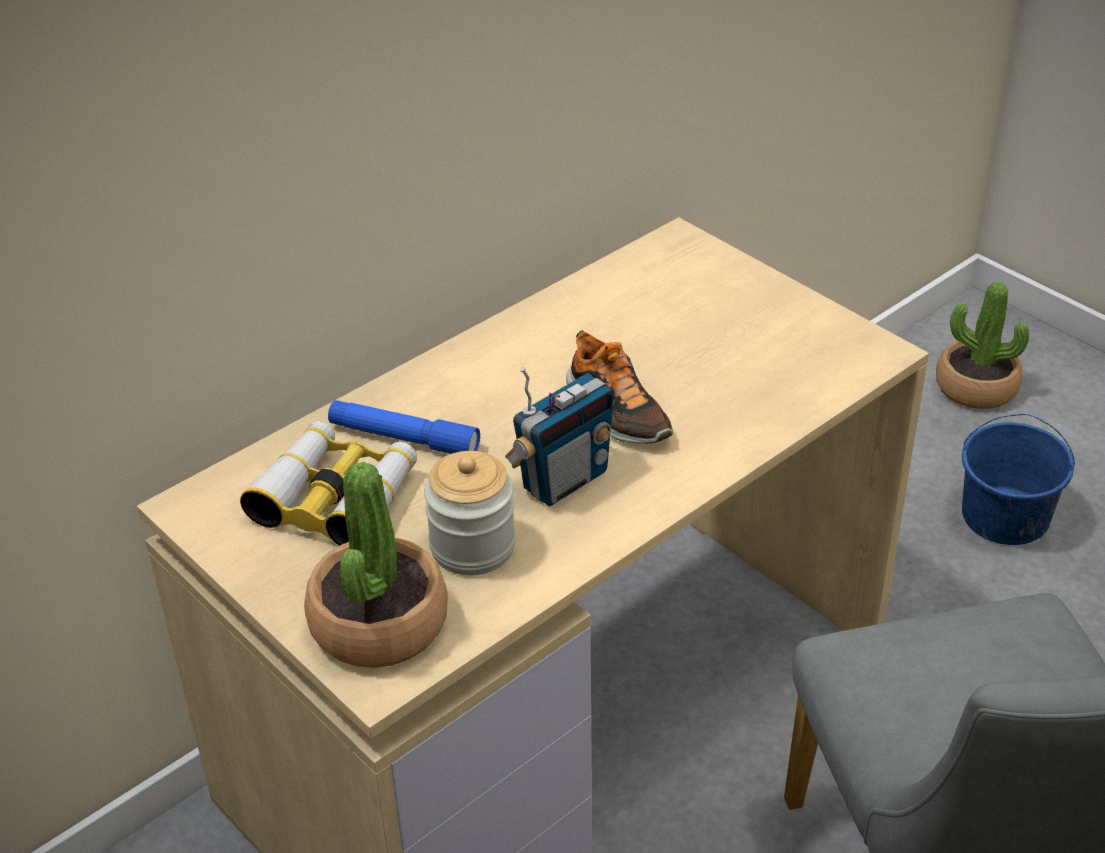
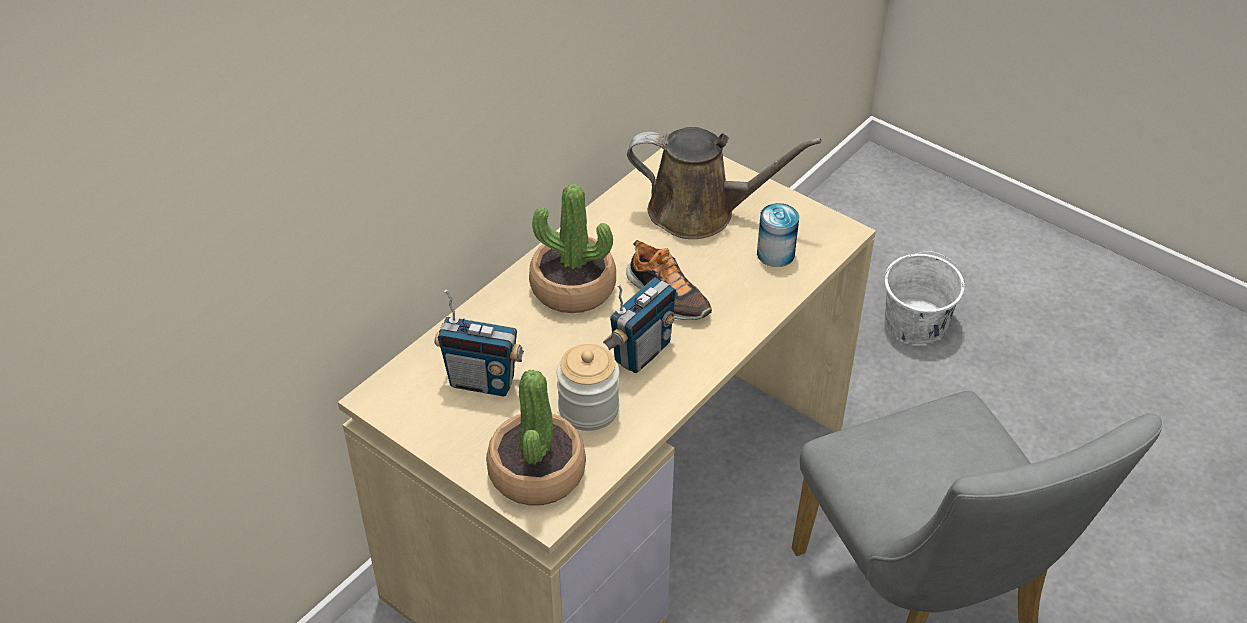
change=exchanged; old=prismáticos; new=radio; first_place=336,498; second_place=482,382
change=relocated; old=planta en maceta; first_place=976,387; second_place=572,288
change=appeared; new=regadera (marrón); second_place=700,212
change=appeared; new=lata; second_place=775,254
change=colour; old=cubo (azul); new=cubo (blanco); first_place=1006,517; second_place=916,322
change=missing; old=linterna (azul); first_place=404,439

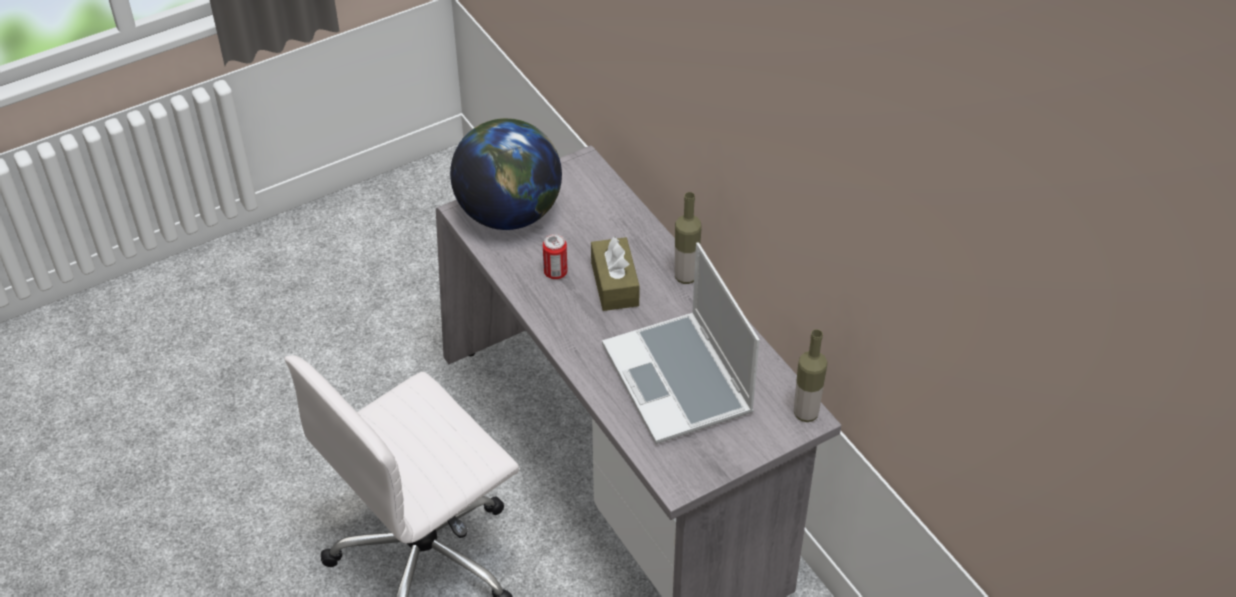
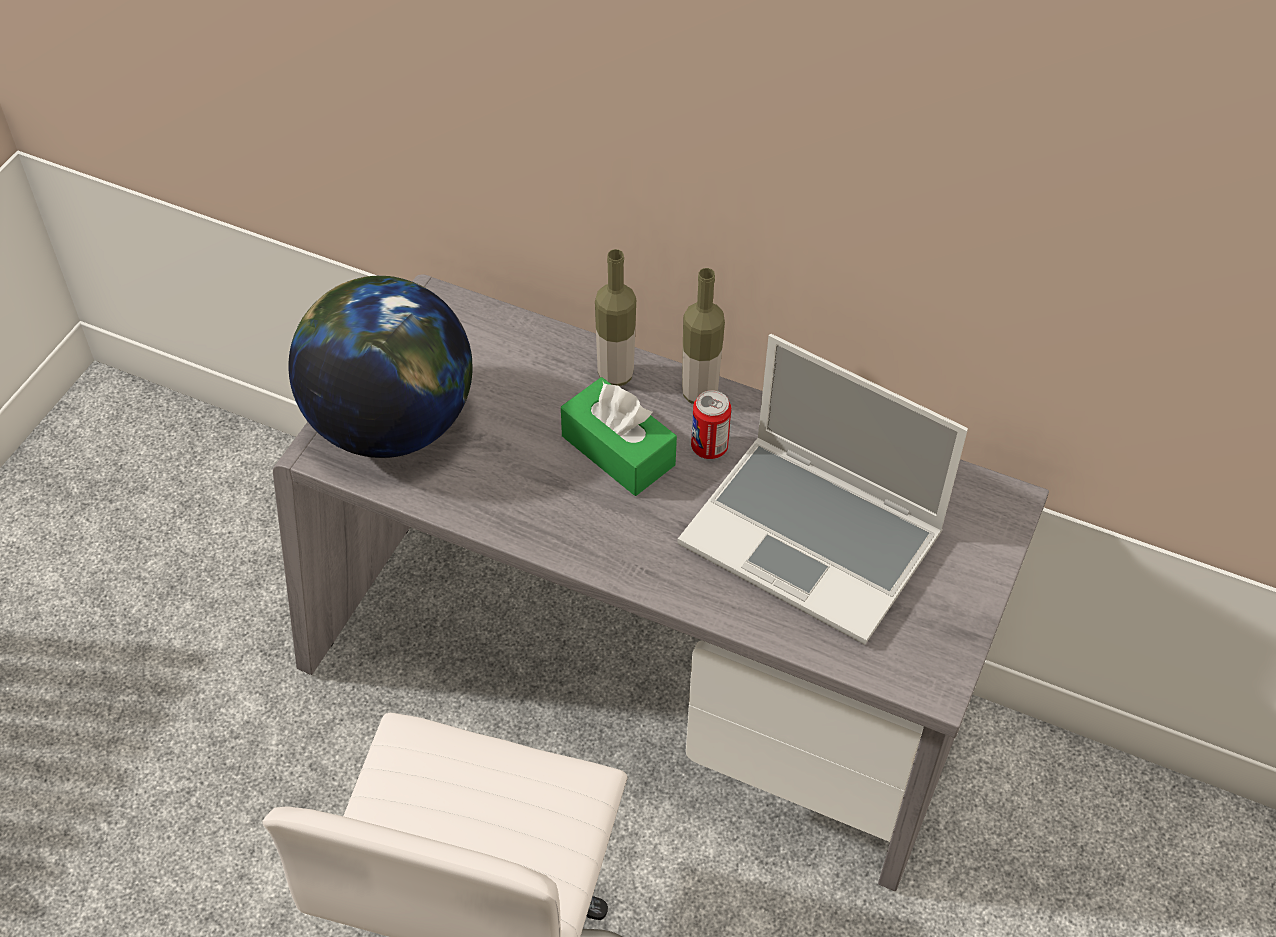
change=colour; old=caja de pañuelos (marrón); new=caja de pañuelos (verde); first_place=614,284; second_place=618,450
change=relocated; old=botella; first_place=806,413; second_place=615,375
change=relocated; old=lata; first_place=555,272; second_place=709,447

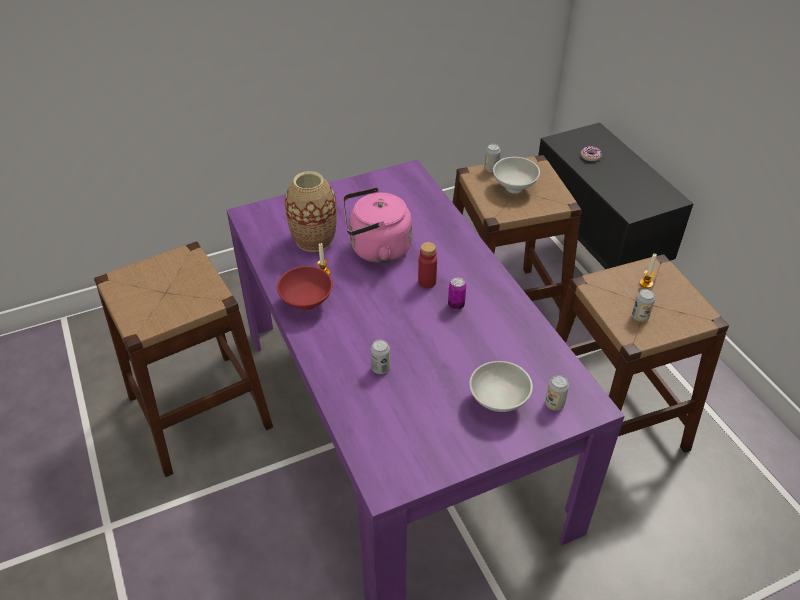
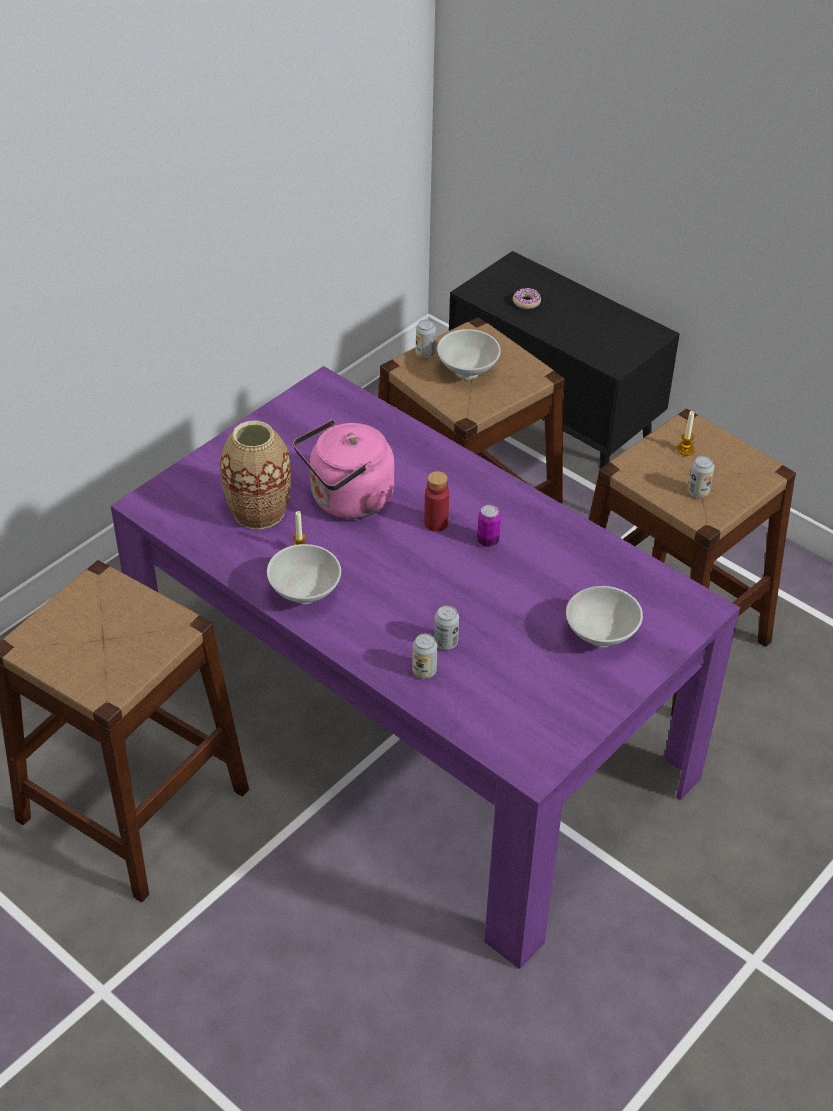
change=colour; old=cuenco (rojo); new=cuenco (blanco); first_place=308,303; second_place=306,594
change=relocated; old=lata; first_place=554,404; second_place=424,671

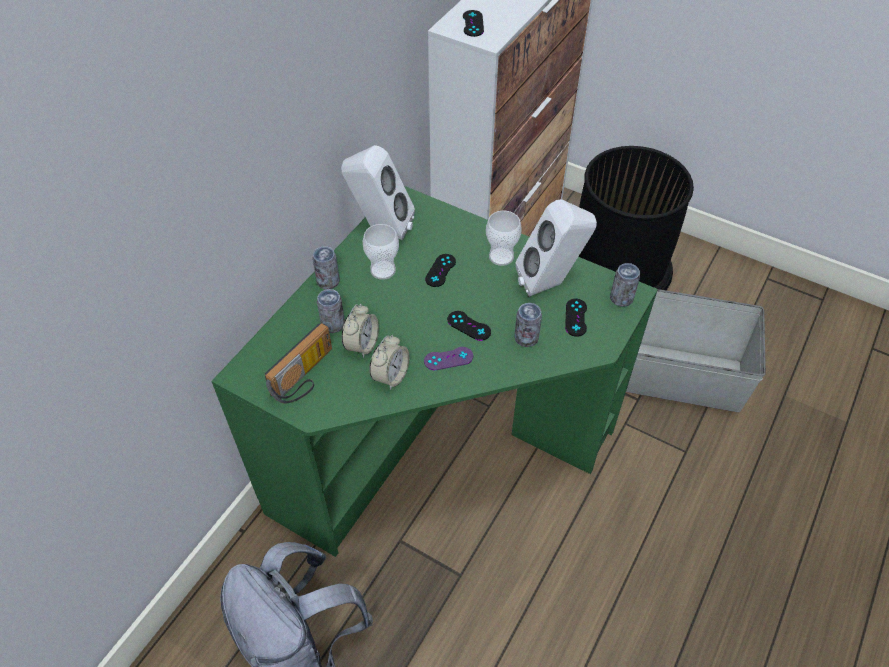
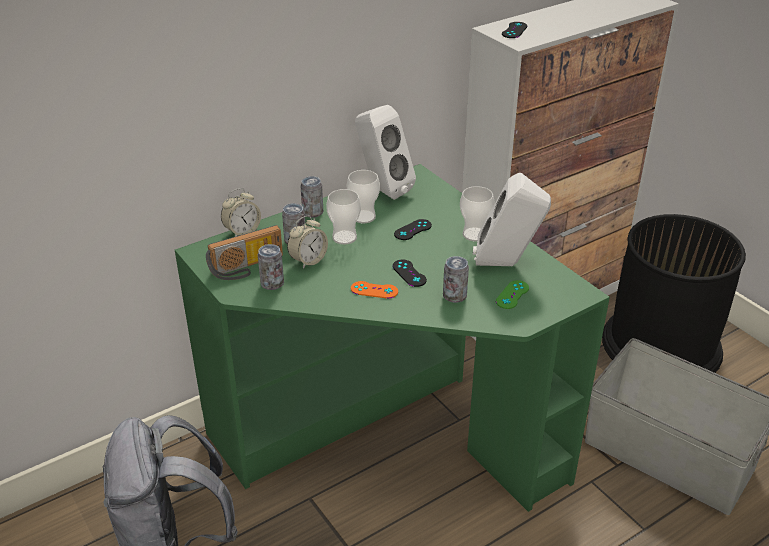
change=relocated; old=despertador; first_place=390,376; second_place=242,232
change=relocated; old=lata; first_place=621,298; second_place=272,283
change=appeared; new=taza; second_place=344,237
change=colour; old=mando de consola (morado); new=mando de consola (naranja); first_place=448,359; second_place=374,290
change=colour; old=mando de consola (negro); new=mando de consola (verde); first_place=576,317; second_place=512,295

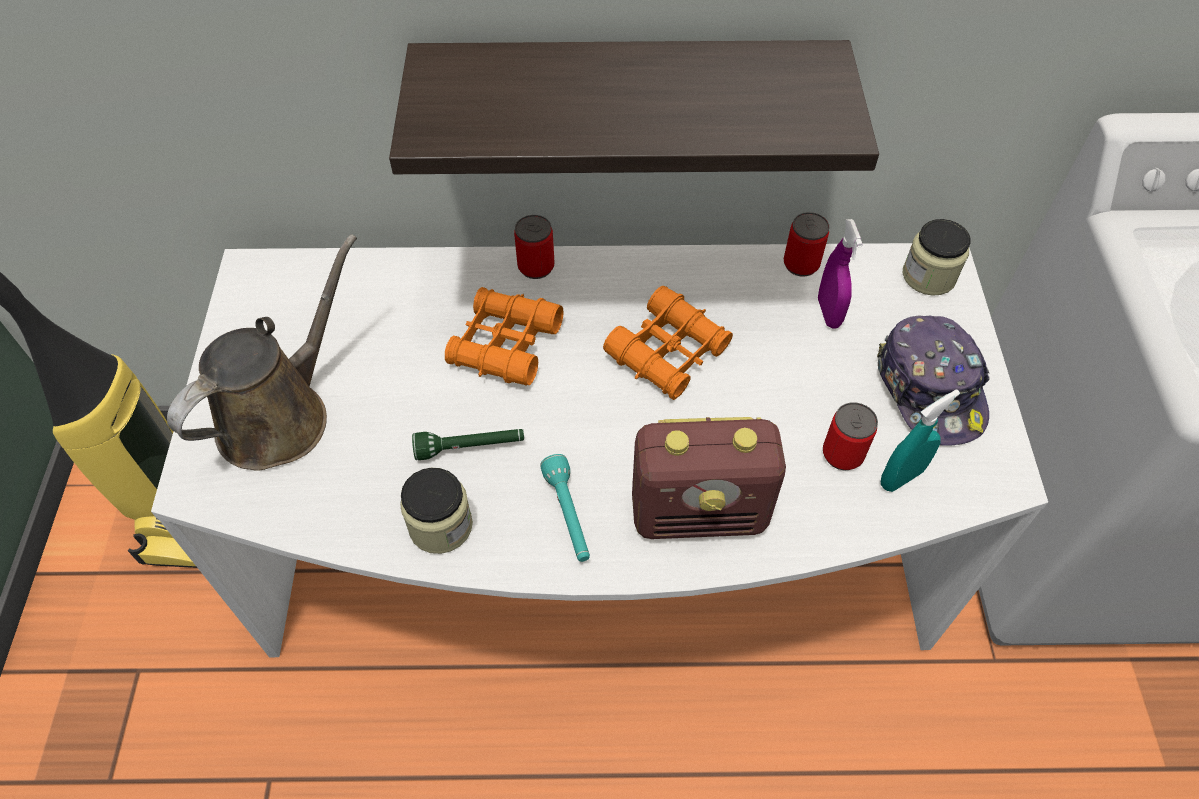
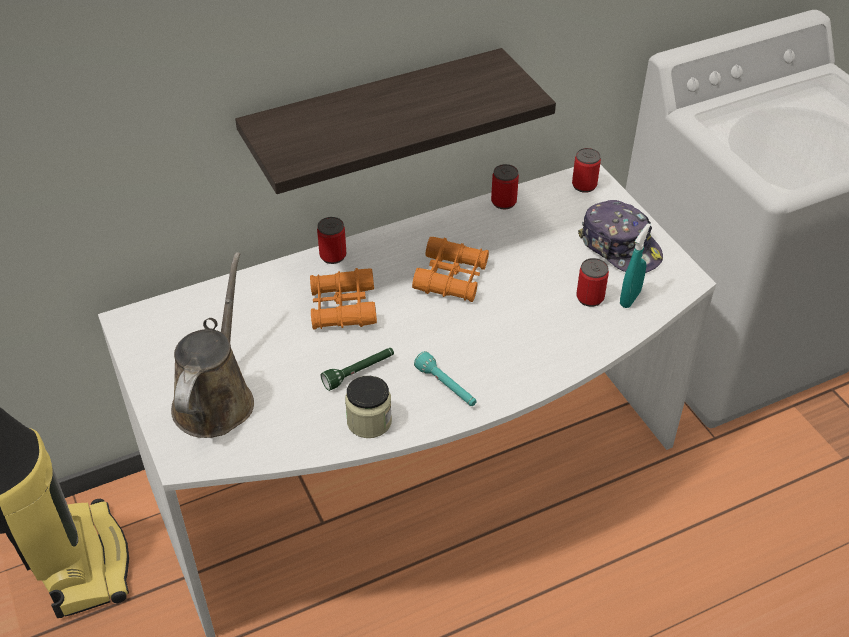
change=exchanged; old=tarro; new=lata; first_place=928,276; second_place=584,185
change=missing; old=radio; first_place=700,513
change=missing; old=pulverizador (morado); first_place=828,313

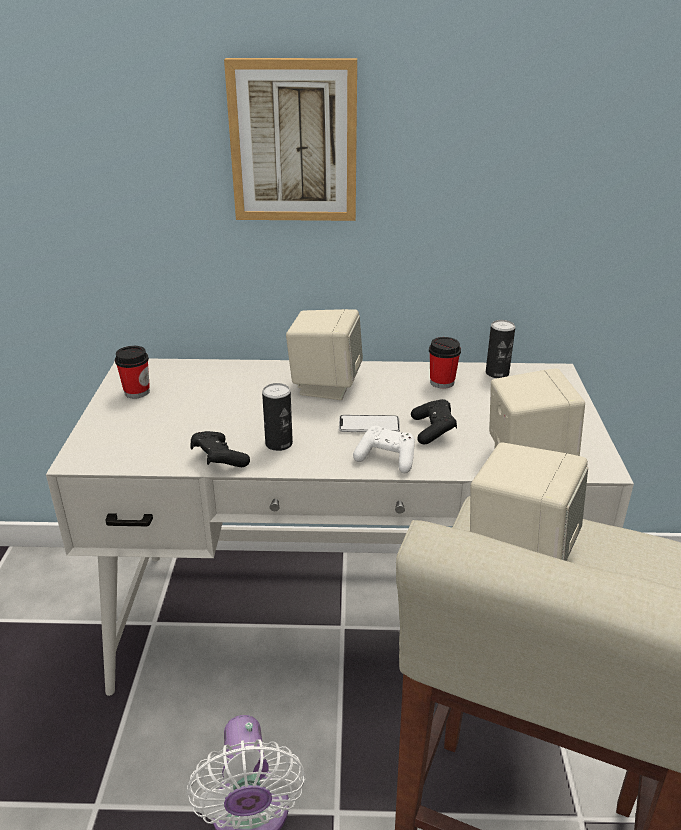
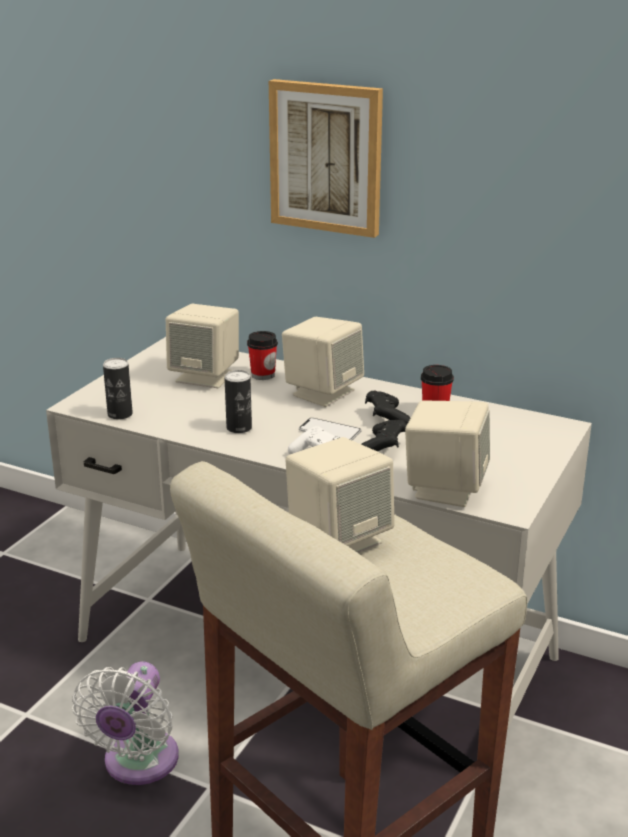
change=relocated; old=lata; first_place=497,373; second_place=120,414
change=appeared; new=altavoz (beis); second_place=206,377
change=relocated; old=taza; first_place=137,392; second_place=263,375
change=relocated; old=mando de consola (negro); first_place=219,459; second_place=386,418

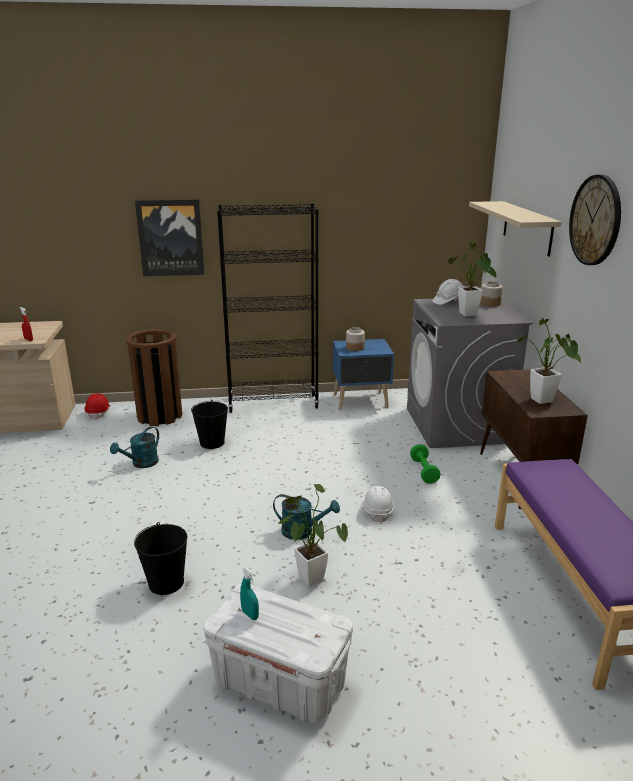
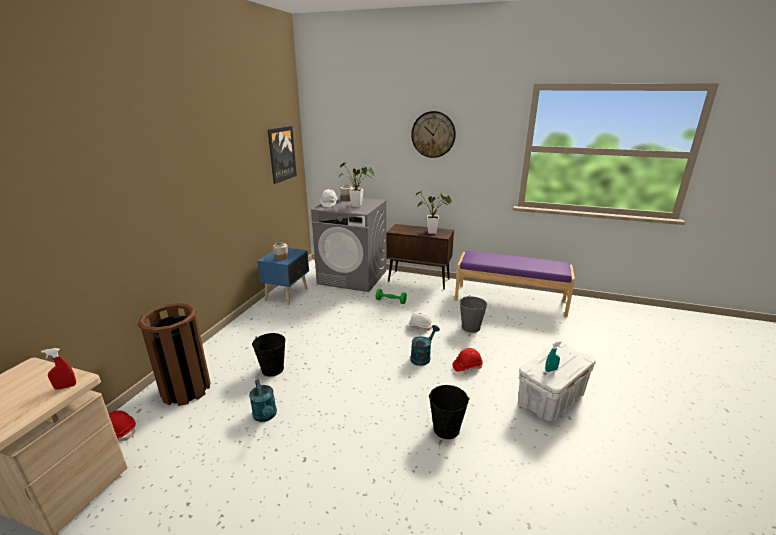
change=relocated; old=cuadro; first_place=170,238; second_place=281,154
change=exchanged; old=planta en maceta; new=casco (rojo); first_place=308,576; second_place=467,366
change=appeared; new=cubo (gris); second_place=471,327
change=missing; old=estantería (negro); first_place=273,403
change=missing; old=estante (beis); first_place=527,227

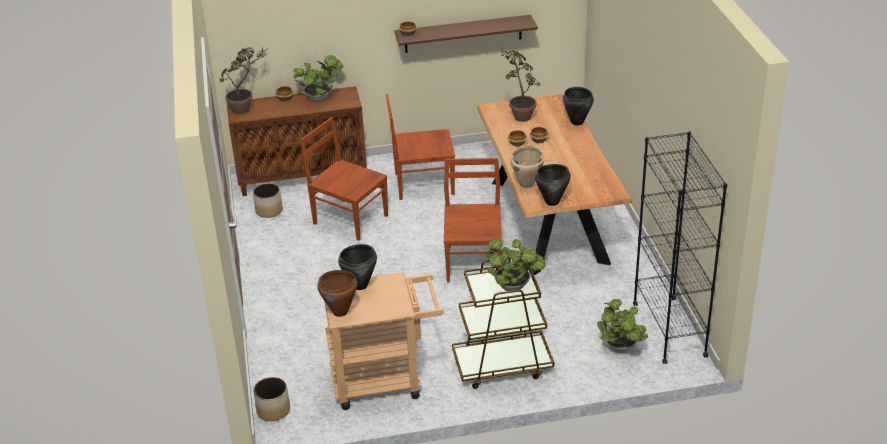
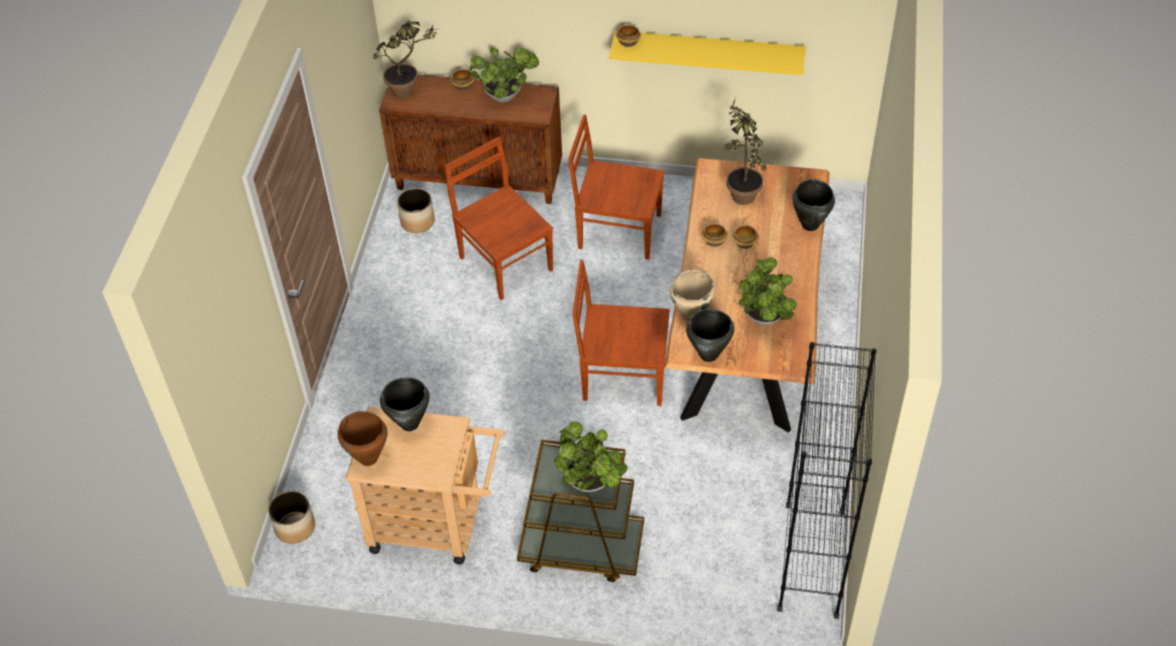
change=spun; old=silla (marrón); first_place=473,262; second_place=622,375; degrees=-105
change=colour; old=estante (marrón); new=estante (amarillo); first_place=463,34; second_place=708,51
change=relocated; old=planta en maceta; first_place=621,349; second_place=764,320

